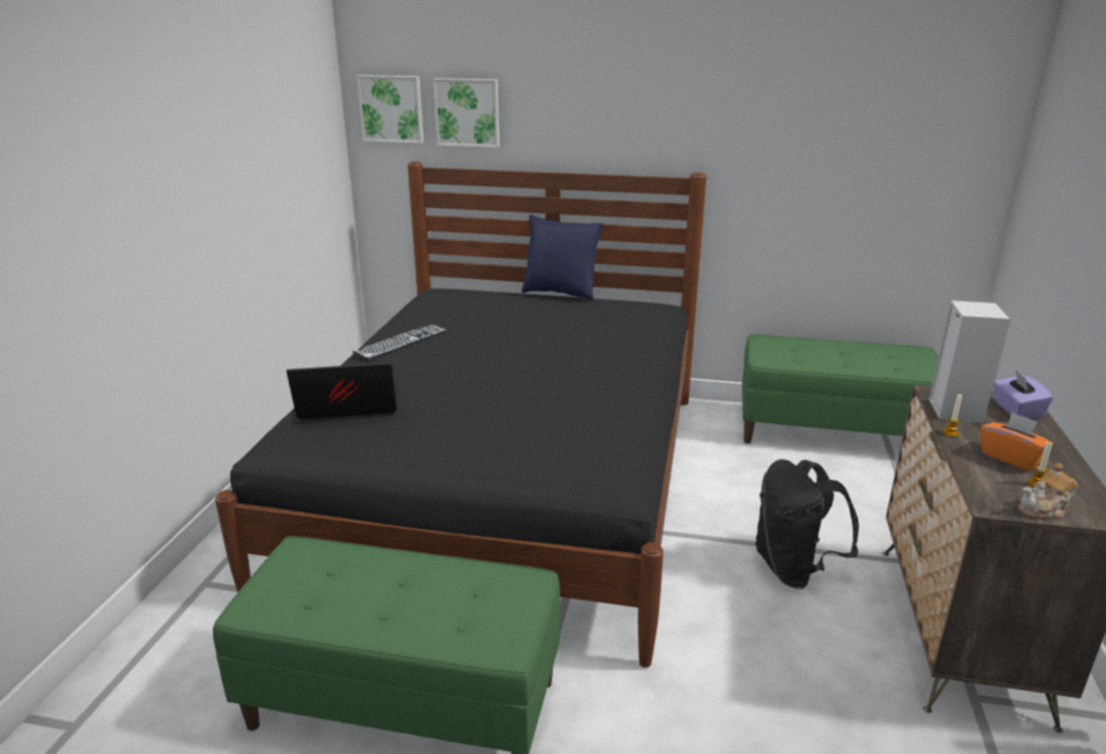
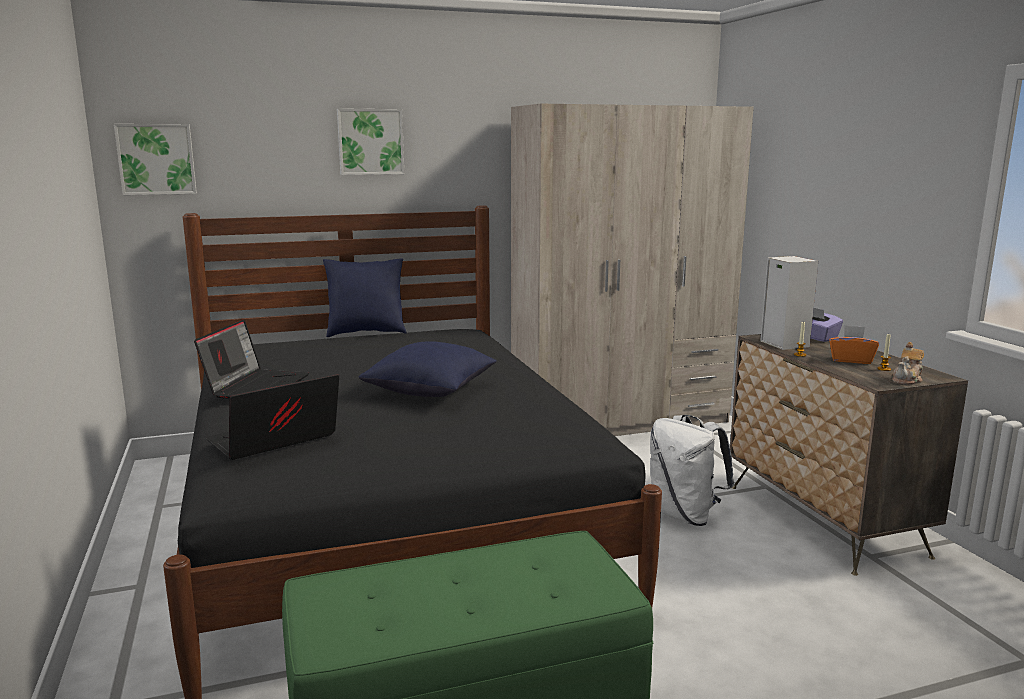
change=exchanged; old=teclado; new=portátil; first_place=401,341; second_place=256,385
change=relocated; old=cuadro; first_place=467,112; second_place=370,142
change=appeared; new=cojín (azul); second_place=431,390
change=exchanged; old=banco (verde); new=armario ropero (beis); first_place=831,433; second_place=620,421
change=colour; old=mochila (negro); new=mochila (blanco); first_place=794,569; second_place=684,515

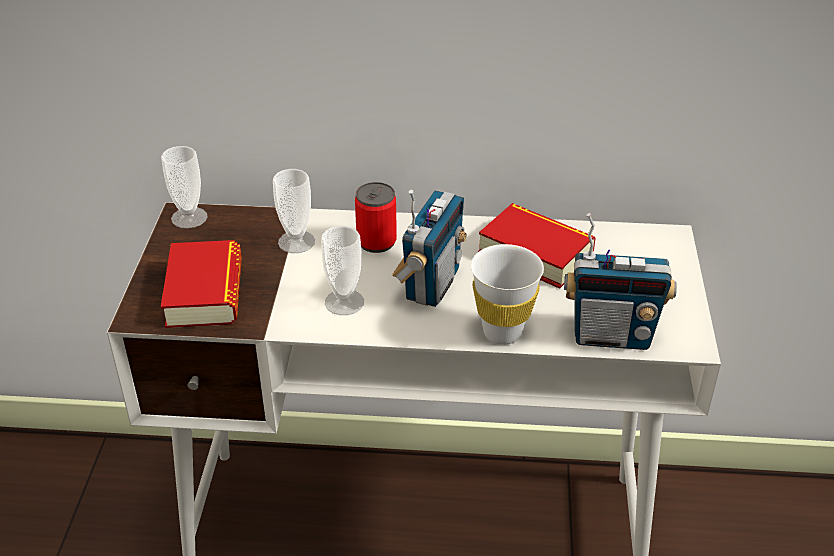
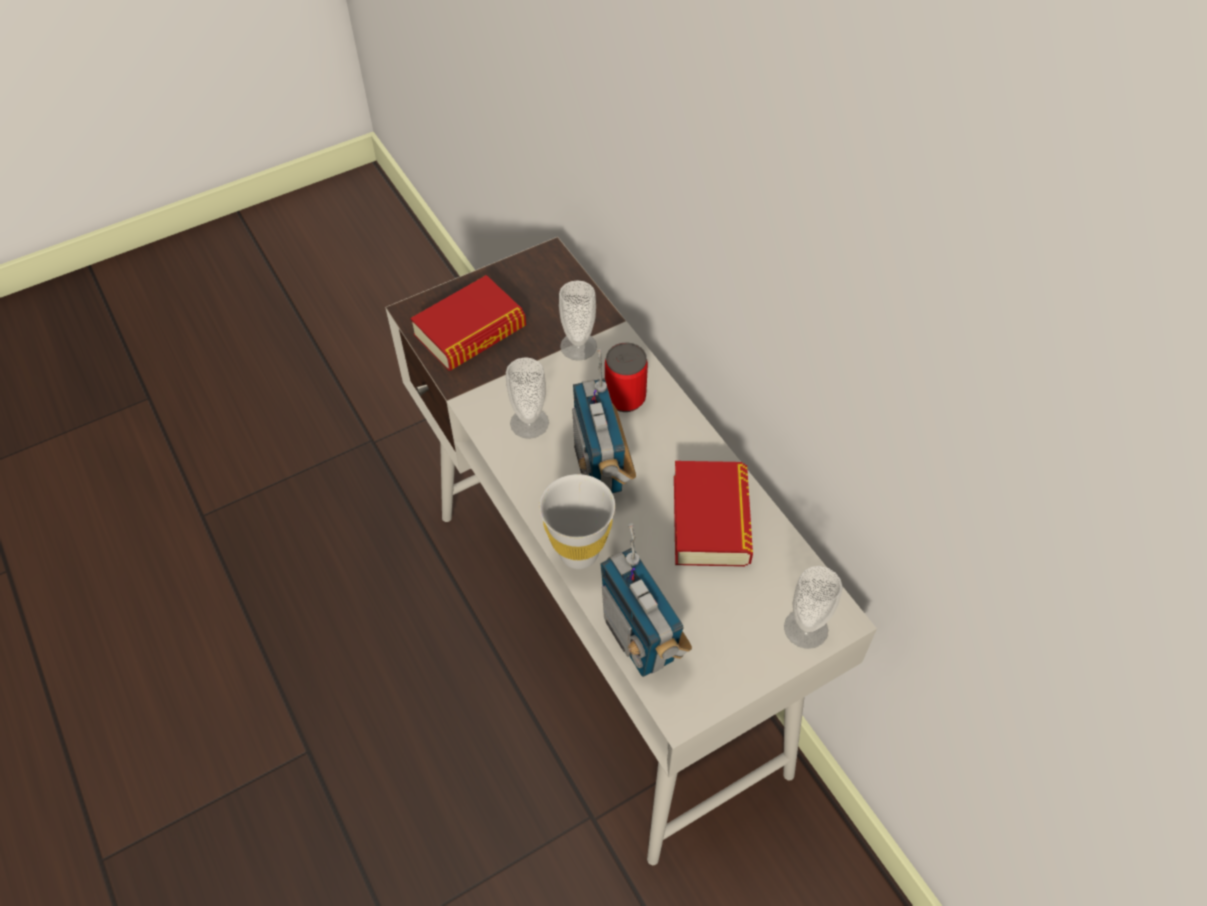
change=spun; old=radio; first_place=431,284; second_place=600,468; degrees=90
change=relocated; old=taza; first_place=189,218; second_place=805,628

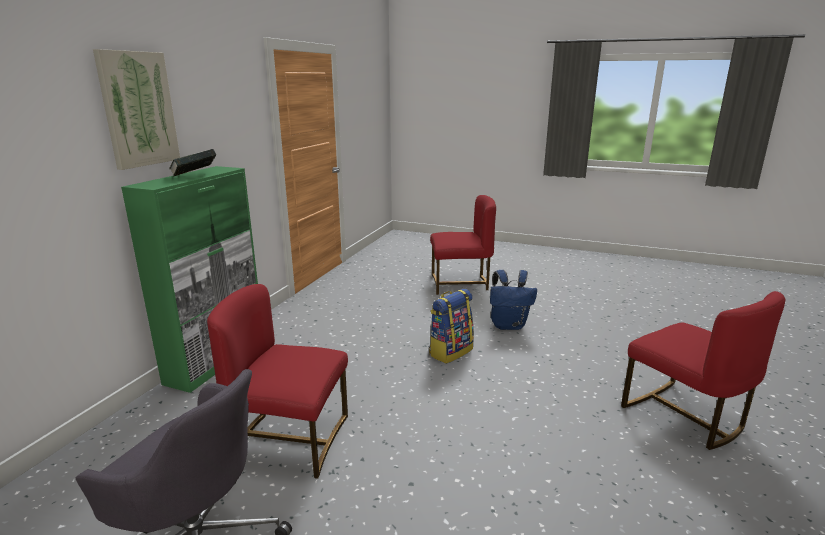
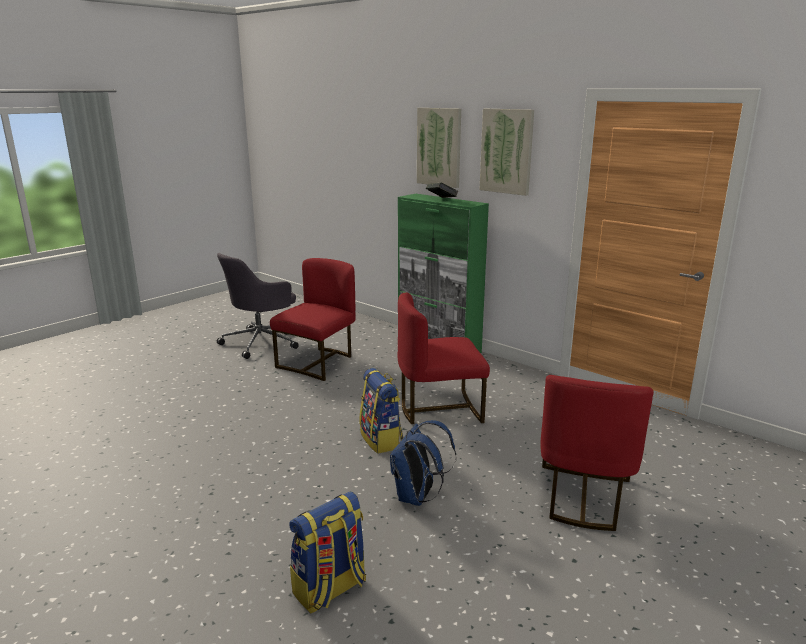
change=appeared; new=mochila; second_place=330,589
change=relocated; old=silla (rojo); first_place=684,415; second_place=439,409
change=appeared; new=cuadro; second_place=507,151

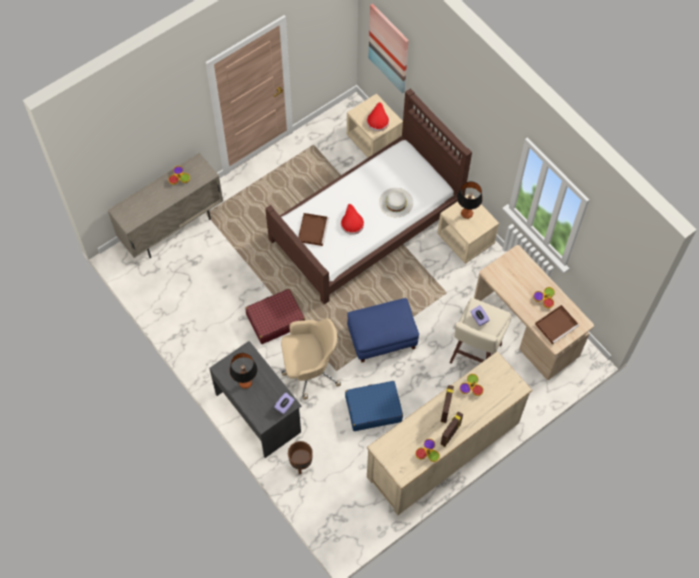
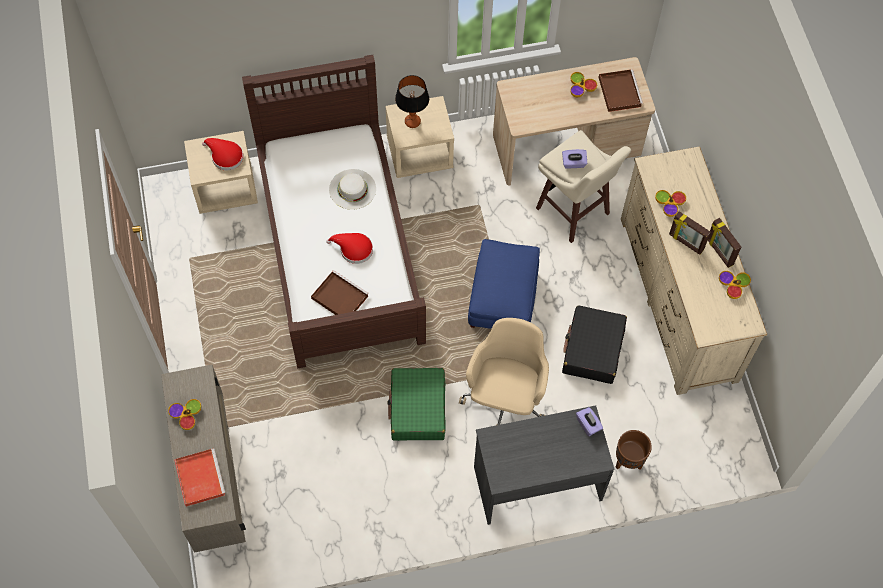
change=appeared; new=bandeja (rojo); second_place=199,477
change=colour; old=maleta (rojo); new=maleta (verde); first_place=275,320; second_place=417,409
change=colour; old=maleta (azul); new=maleta (negro); first_place=373,409; second_place=592,349
change=missing; old=lámpara de mesa; first_place=245,382
change=missing; old=cuadro; first_place=389,48

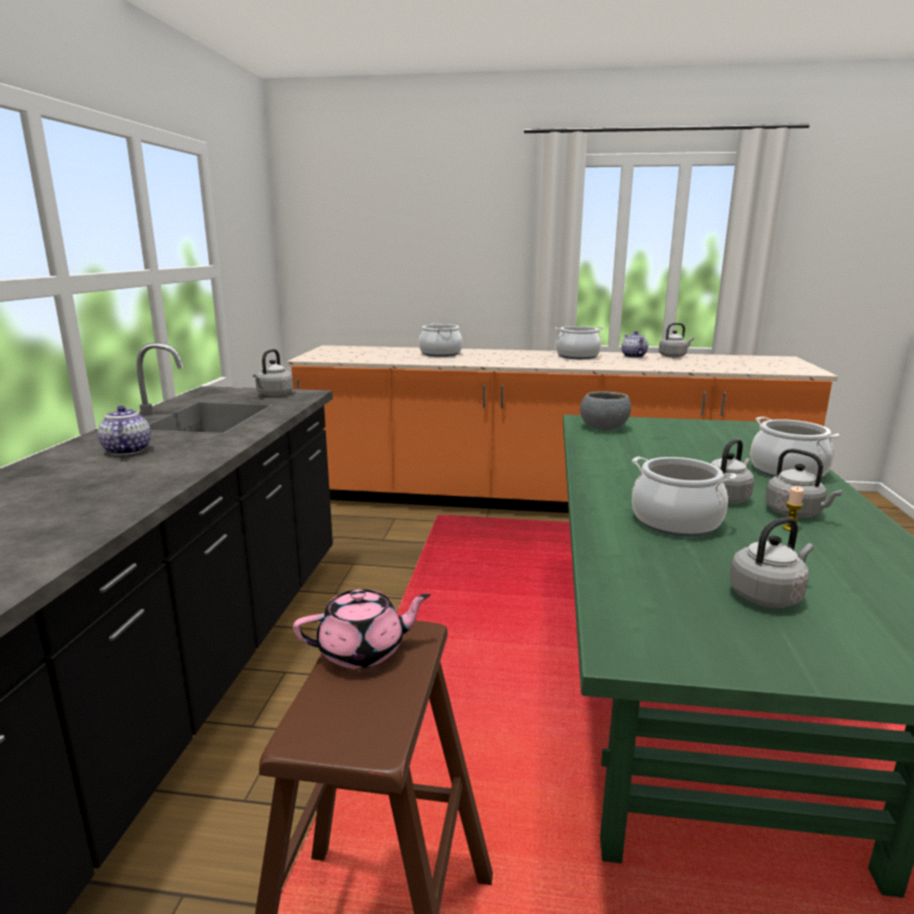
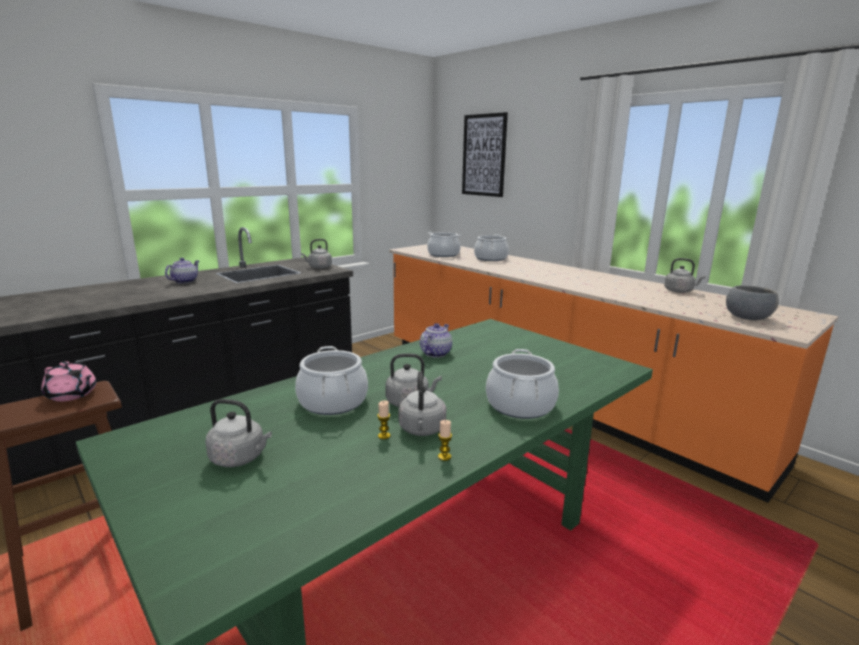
change=relocated; old=tetera; first_place=633,356; second_place=435,353
change=relocated; old=olla; first_place=577,356; second_place=443,255
change=appeared; new=vela; second_place=444,456
change=appeared; new=cuadro; second_place=484,155
change=relocated; old=cuenco (gris); first_place=604,428; second_place=747,318

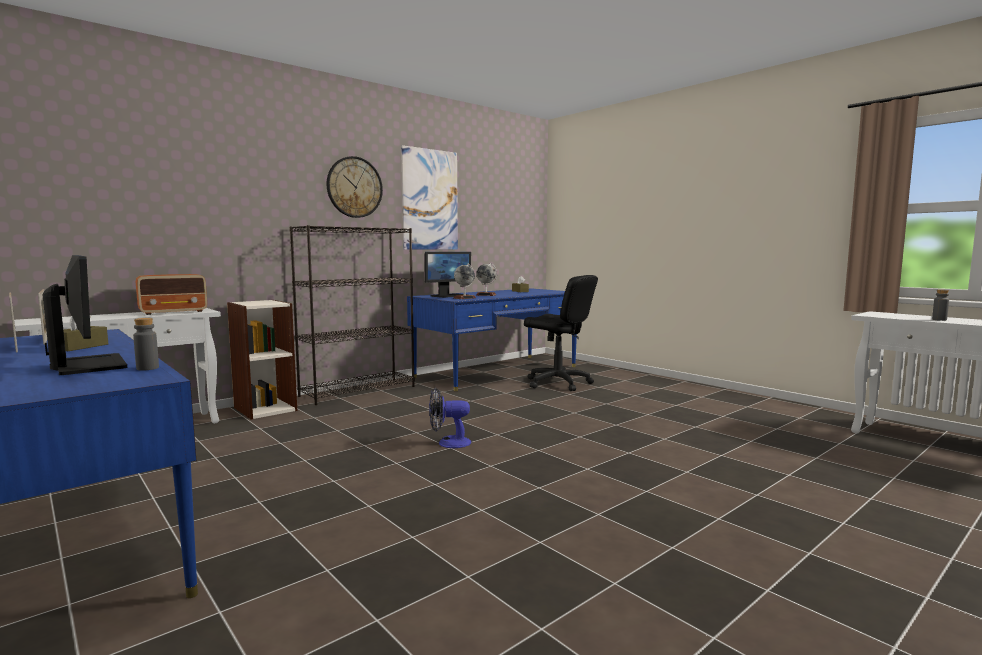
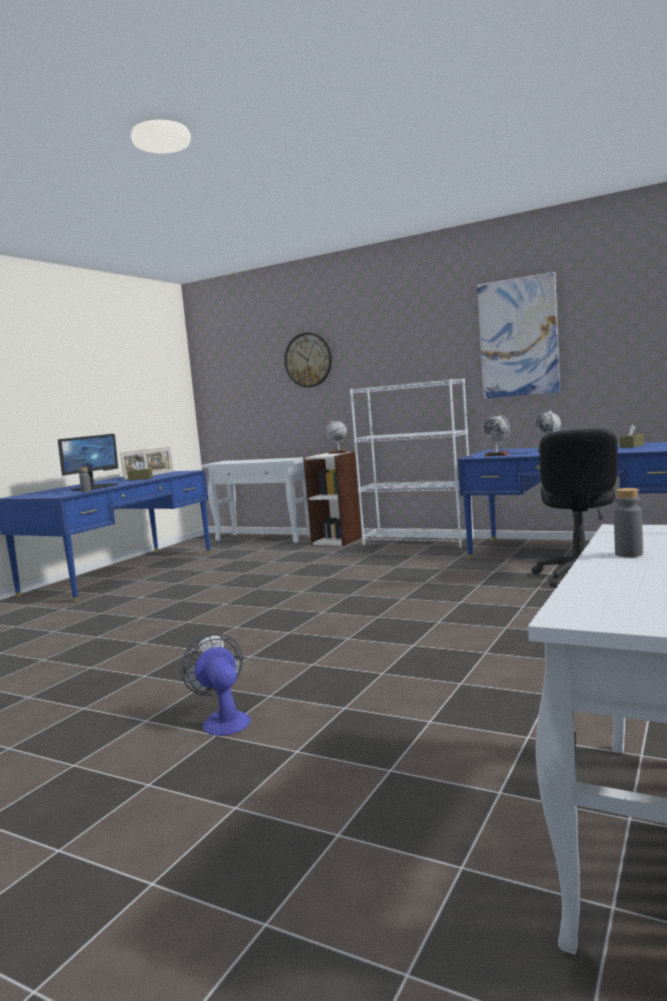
change=relocated; old=ventilador; first_place=448,443; second_place=223,720
change=relocated; old=reloj de pared; first_place=354,187; second_place=308,360
change=appeared; new=globo terráqueo; second_place=338,452
change=colour; old=estantería (negro); new=estantería (blanco); first_place=358,391; second_place=418,542
change=missing; old=radio; first_place=174,312
change=missing; old=monitor; first_place=449,296

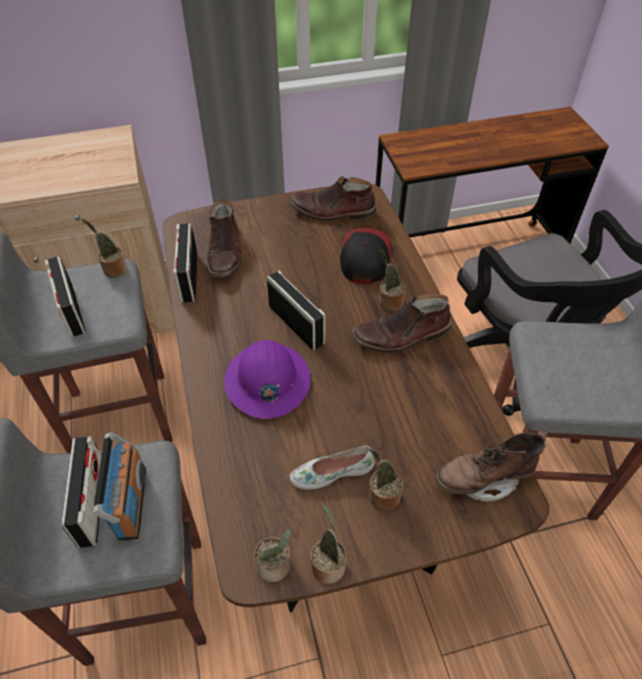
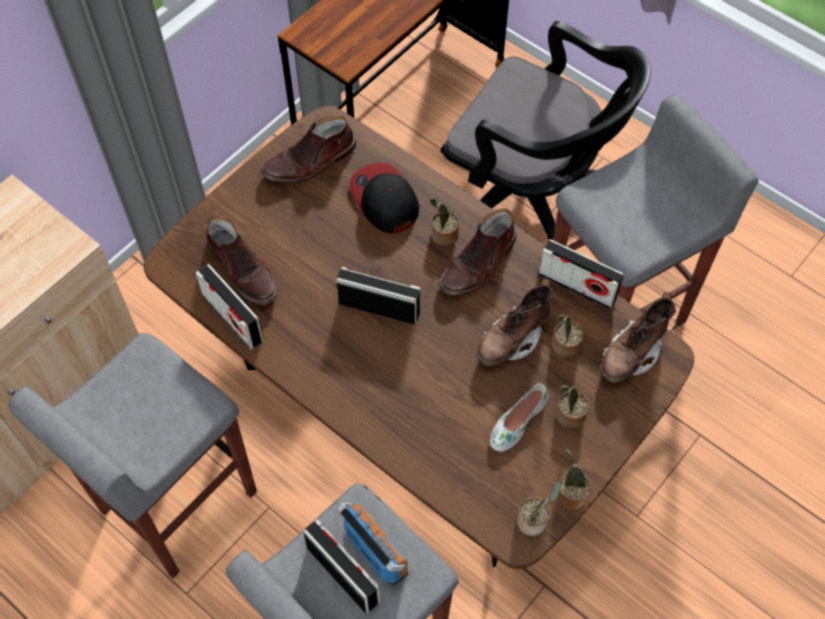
change=appeared; new=bota (marrón); second_place=512,340
change=relocated; old=radio; first_place=71,310; second_place=577,286
change=relocated; old=planta en maceta; first_place=113,269; second_place=564,346
change=missing; old=casco (morado); first_place=267,381

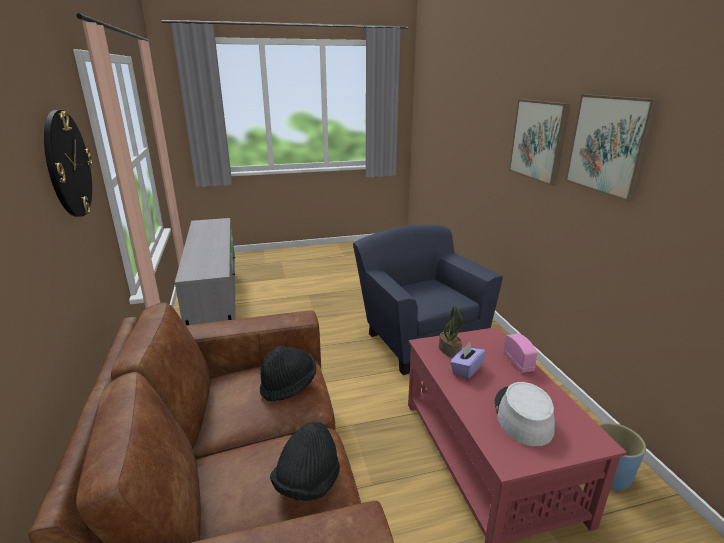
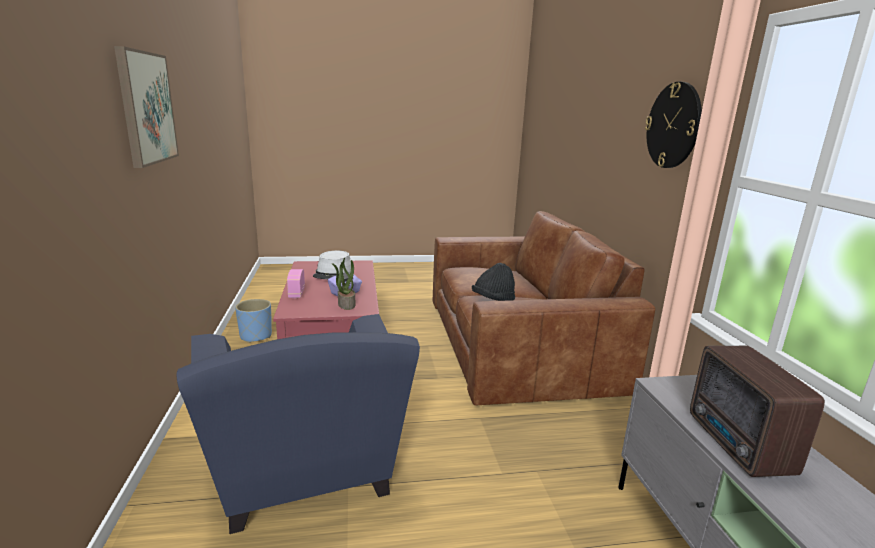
change=appeared; new=radio; second_place=738,446
change=missing; old=sombrero (negro); first_place=307,482
change=missing; old=cuadro; first_place=538,140

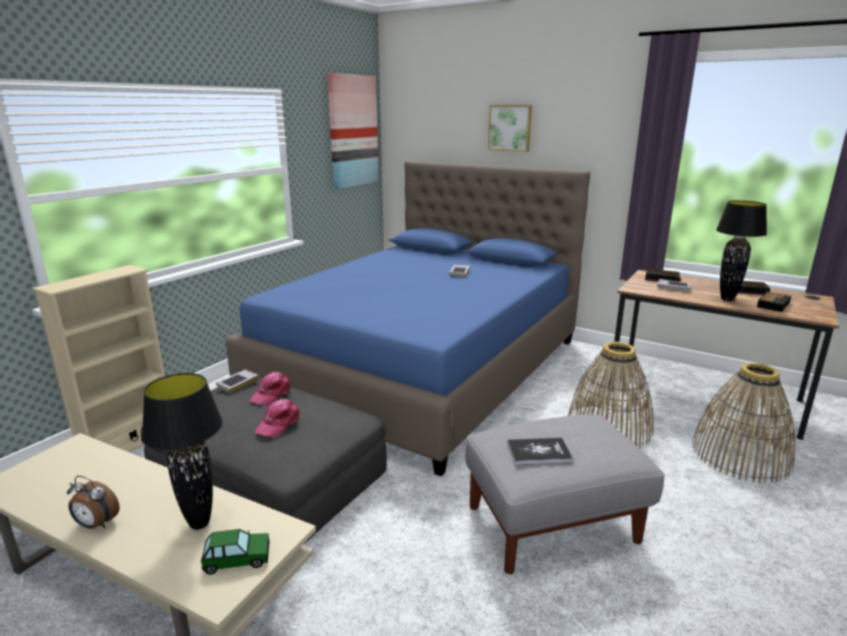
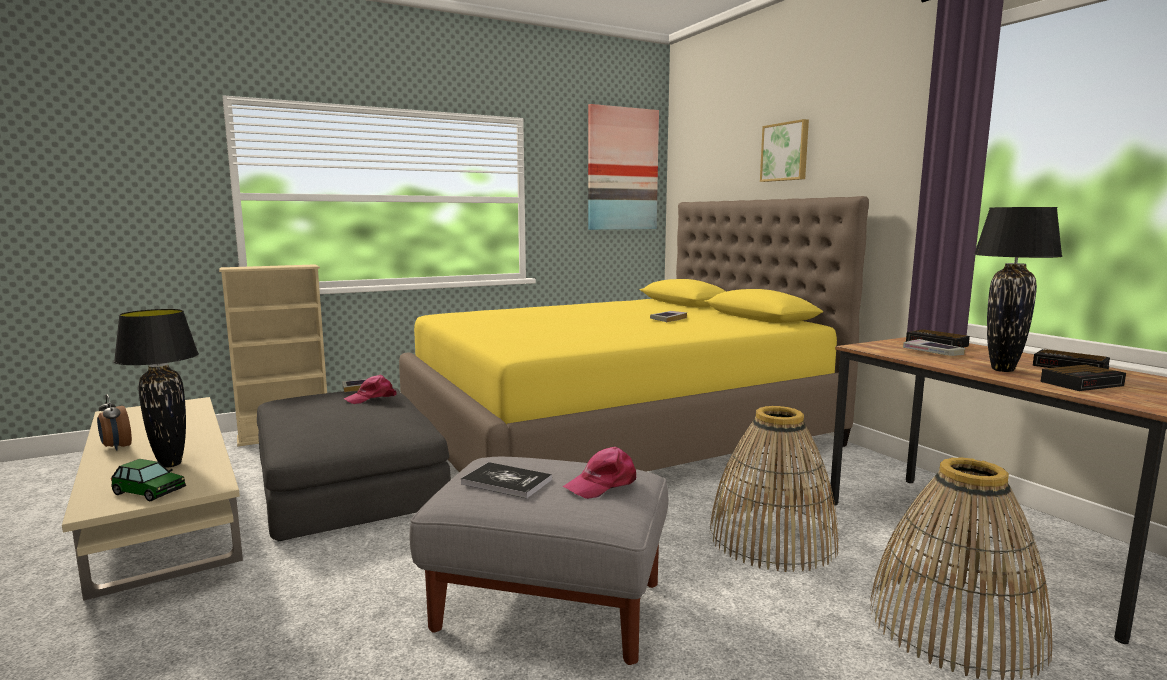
change=colour; old=cama (azul); new=cama (amarillo); first_place=422,367; second_place=616,434
change=relocated; old=gorra (rosa); first_place=278,423; second_place=603,484

